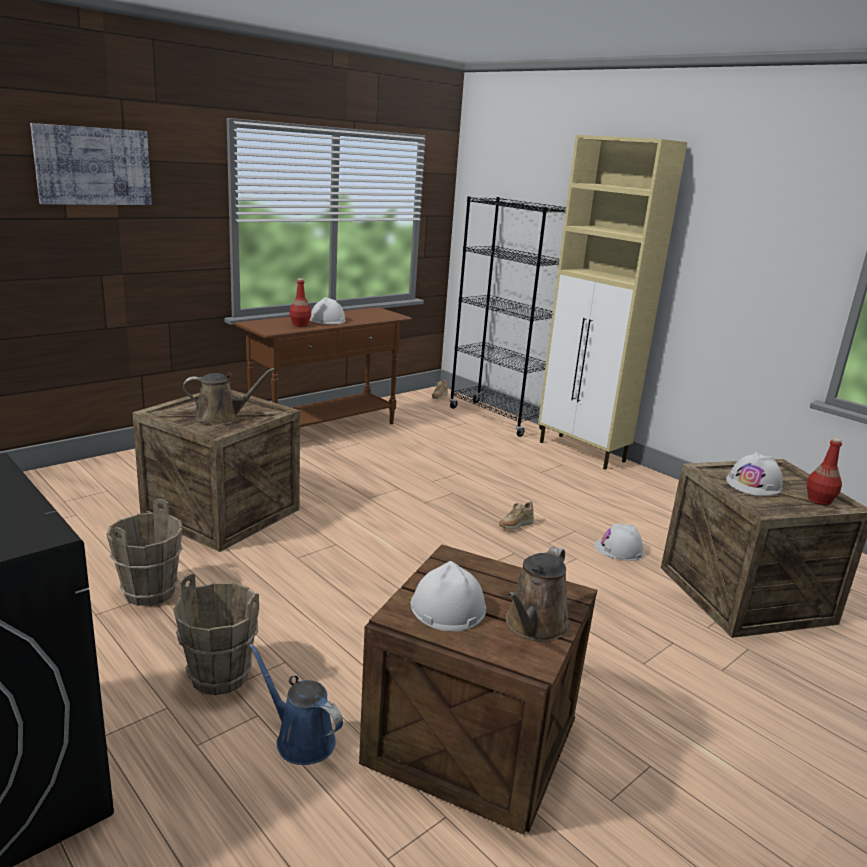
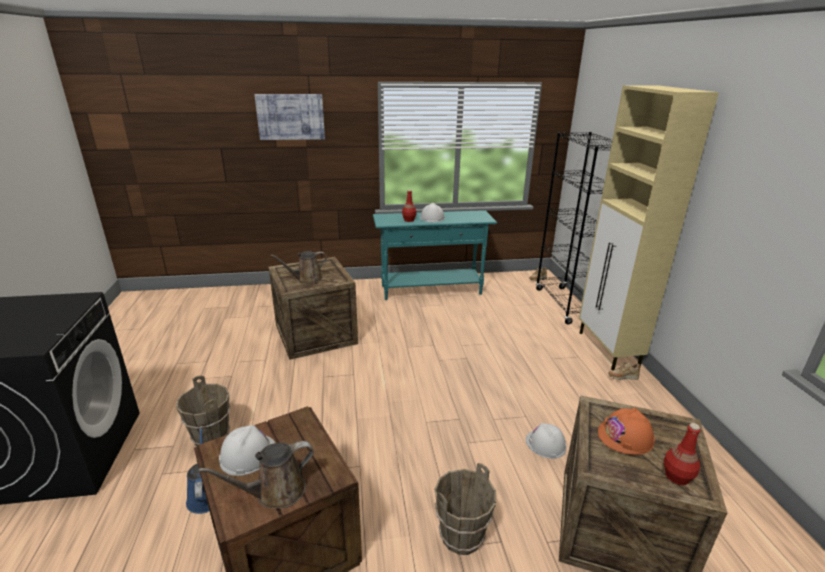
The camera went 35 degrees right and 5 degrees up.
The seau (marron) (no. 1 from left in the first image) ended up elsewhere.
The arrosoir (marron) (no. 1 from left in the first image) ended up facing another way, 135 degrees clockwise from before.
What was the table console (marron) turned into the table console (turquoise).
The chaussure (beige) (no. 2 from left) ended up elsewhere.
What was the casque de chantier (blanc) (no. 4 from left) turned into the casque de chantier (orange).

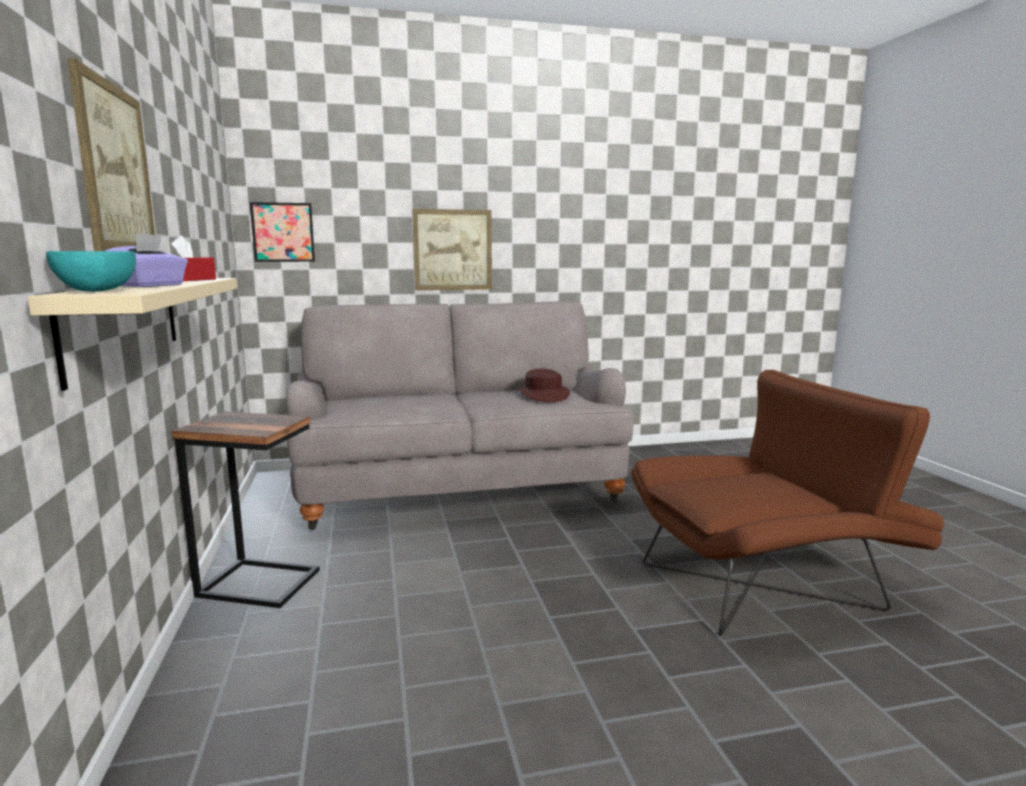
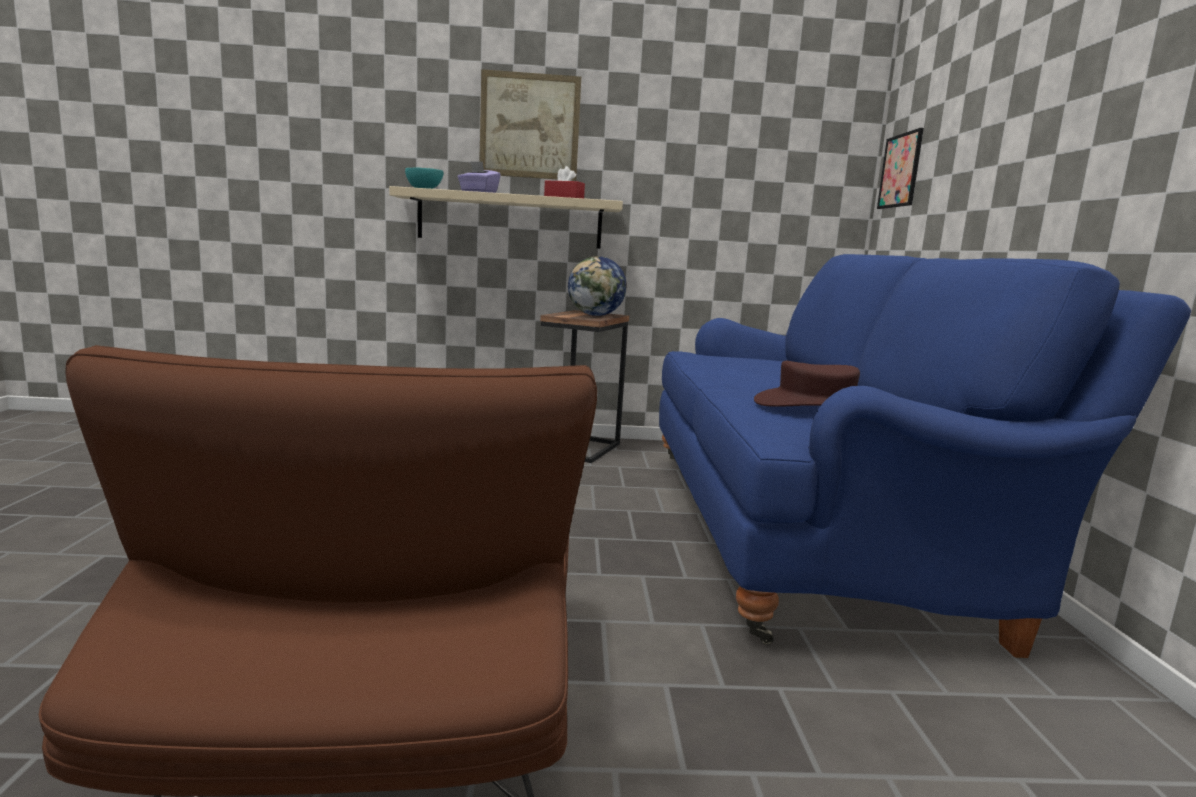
The camera went 100 degrees right and 0 degrees up.
What was the canapé (gris) turned into the canapé (bleu).
The second view lost the tableau (no. 3 from left).
The second view gained the globe.

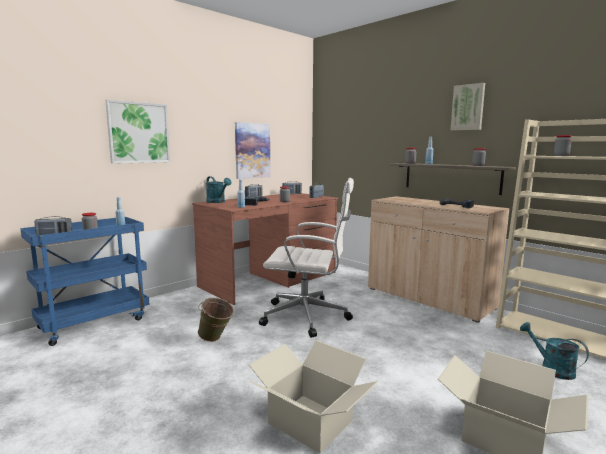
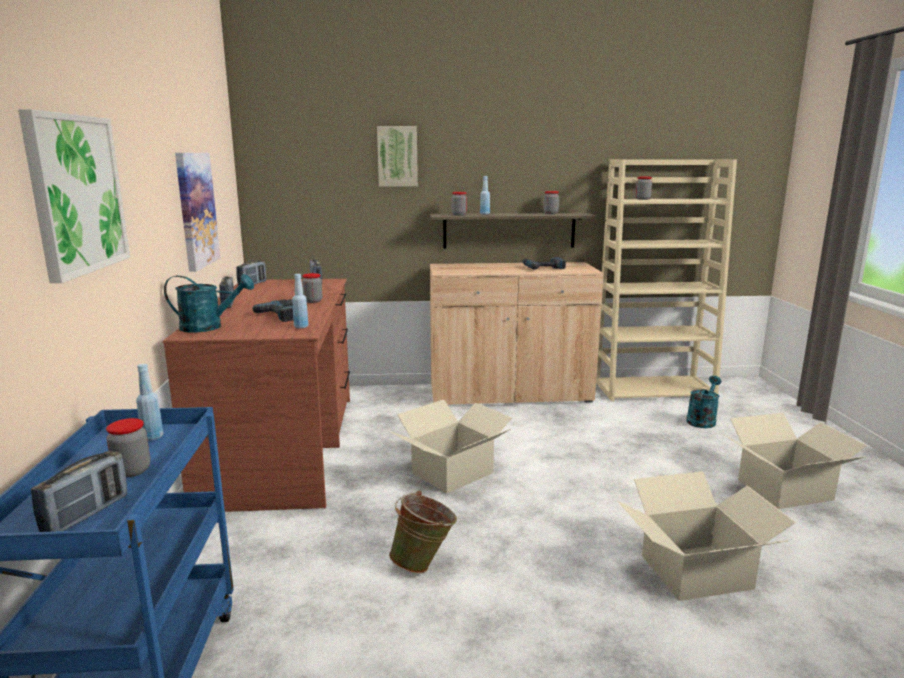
The camera went 50 degrees left and 5 degrees up.
Where the chaise de bureau (blanc) stood, the carton (no. 1 from left) came to stand.
The tableau (no. 3 from left) ended up elsewhere.
The arrosoir (turquoise) (no. 2 from left) ended up facing another way, 120 degrees clockwise from before.

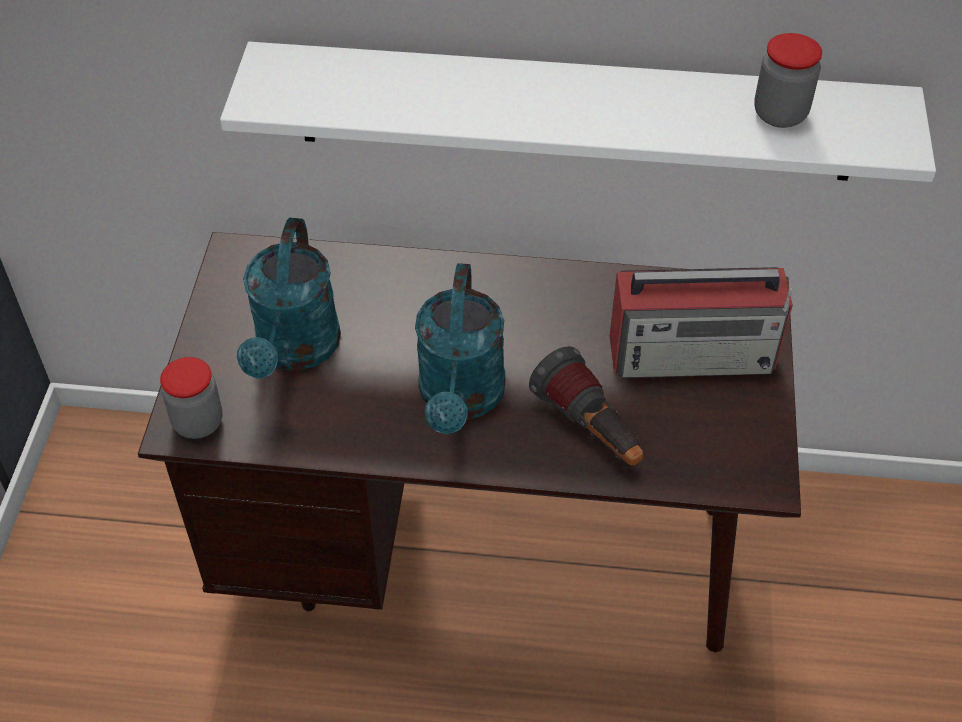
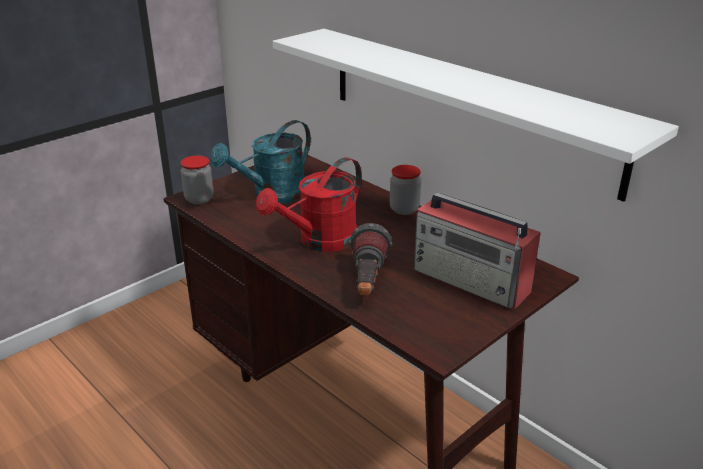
The camera went 40 degrees right and 20 degrees down.
What was the arrosoir (turquoise) (no. 2 from left) turned into the arrosoir (rouge).
The bocal (no. 2 from left) ended up elsewhere.

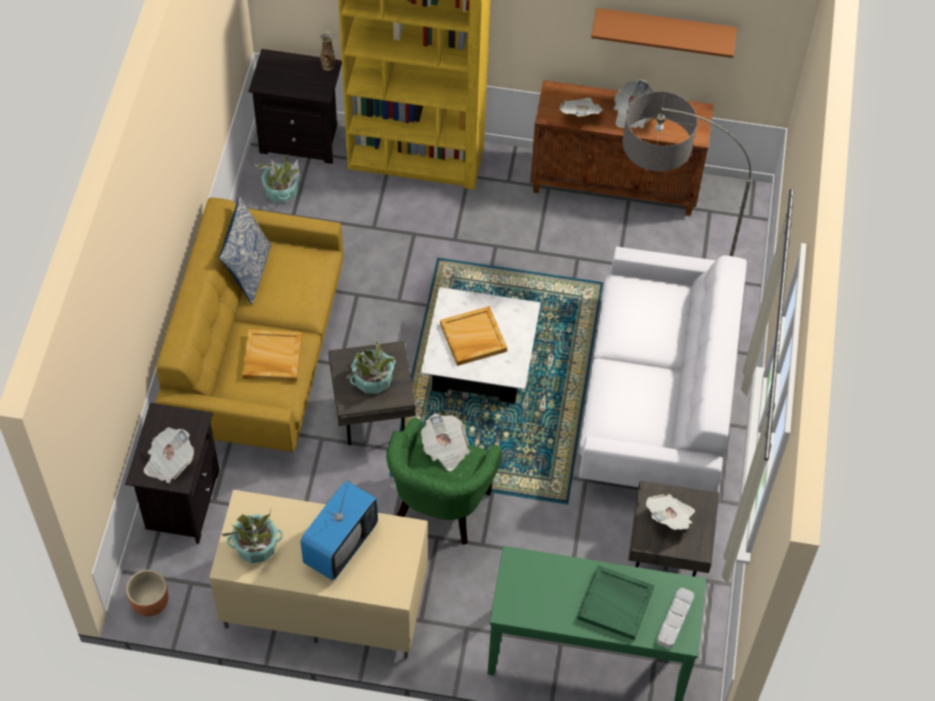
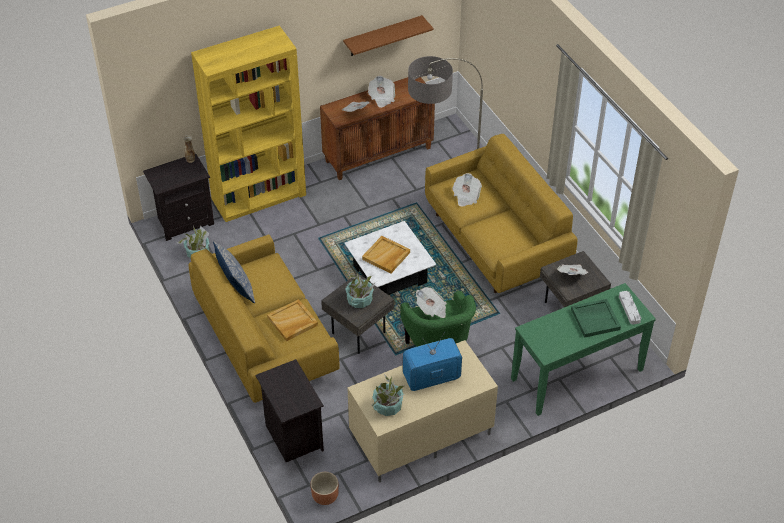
The camera went 35 degrees left and 10 degrees down.
The journal (no. 1 from left in the first image) ended up elsewhere.
The téléviseur ended up facing another way, 105 degrees counterclockwise from before.
What was the canapé (blanc) turned into the canapé (jaune) (no. 2 from left).

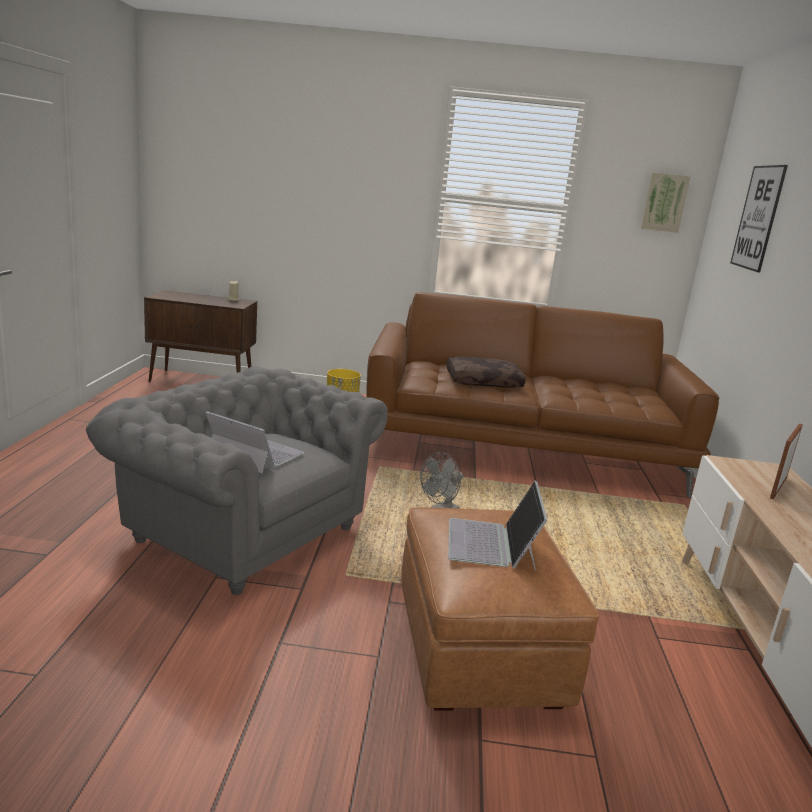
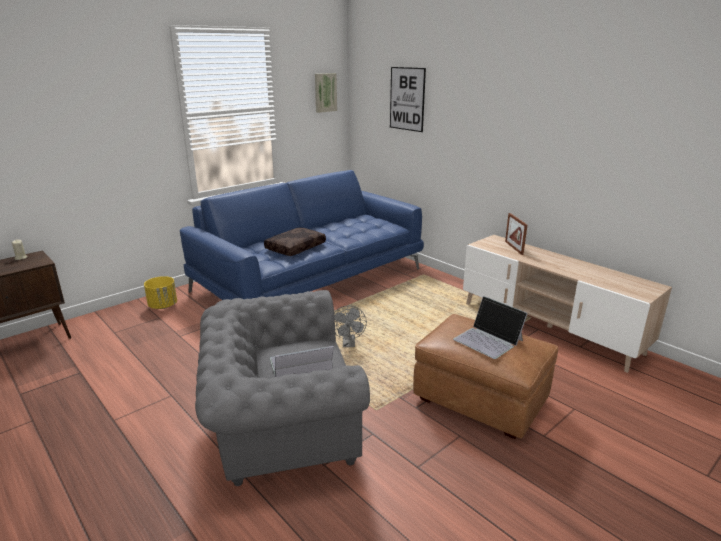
The camera went 45 degrees left and 5 degrees up.
What was the canapé (marron) turned into the canapé (bleu).

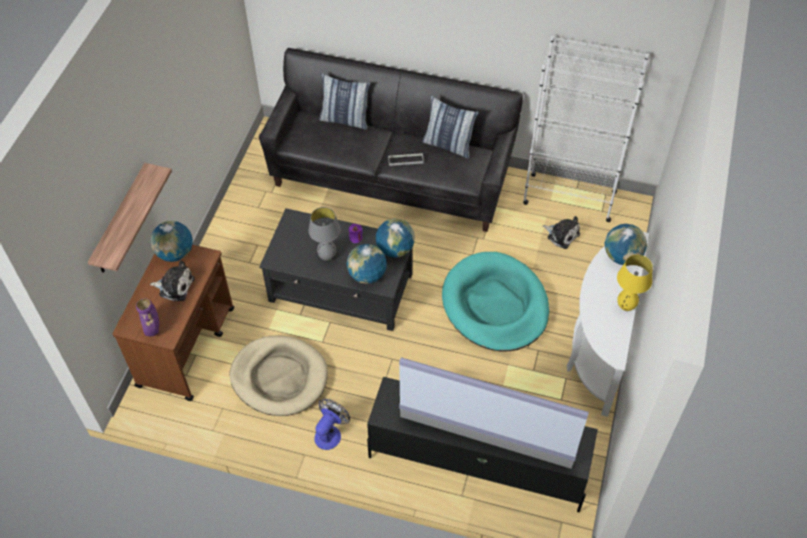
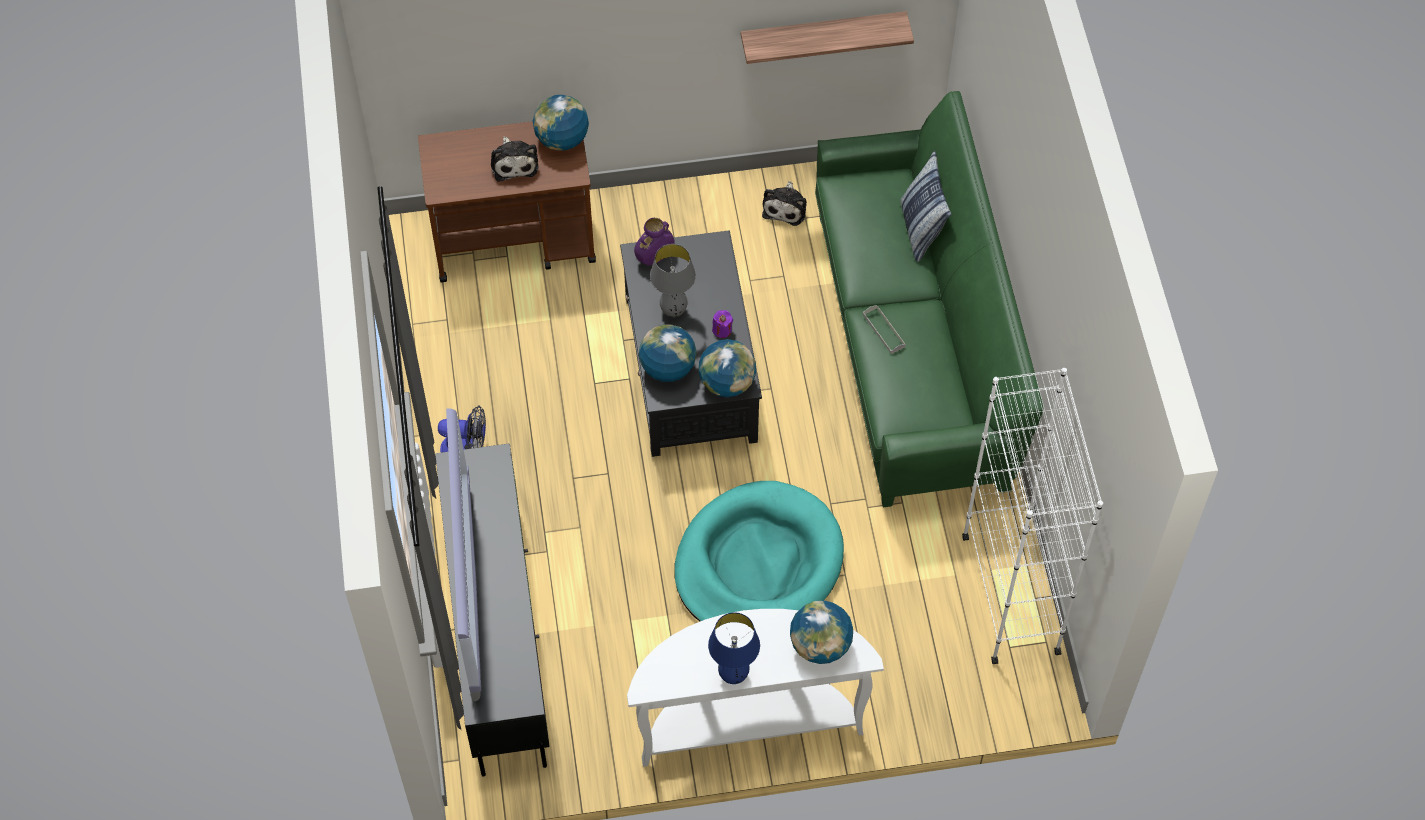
The camera went 65 degrees right and 5 degrees up.
The étagère ended up elsewhere.
The vase (violet) ended up elsewhere.
The second view lost the panier pour chien (beige).
What was the canapé (noir) turned into the canapé (vert).
The second view lost the coussin (no. 2 from left).
The peluche (no. 2 from left) ended up elsewhere.
What was the lampe de table (jaune) turned into the lampe de table (bleu).

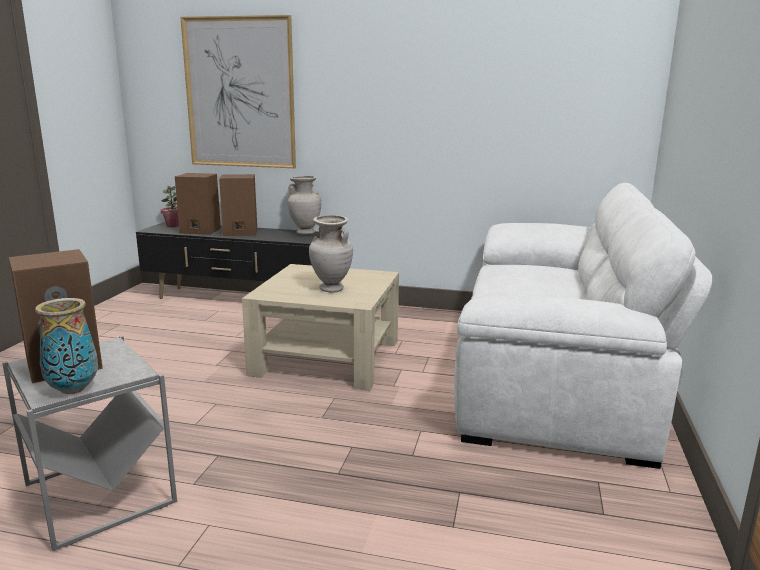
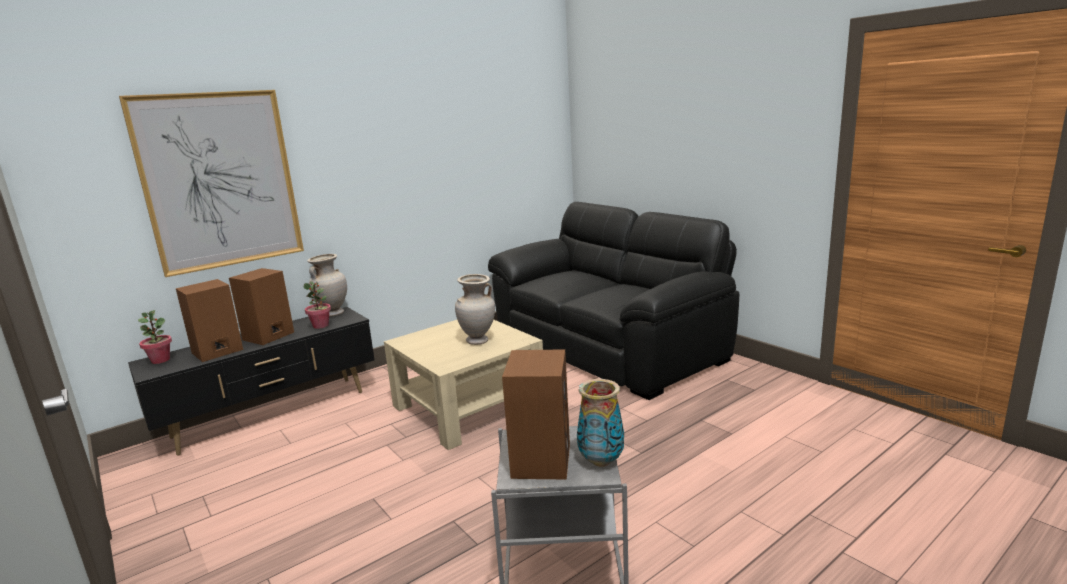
The camera went 50 degrees left and 0 degrees up.
What was the canapé (blanc) turned into the canapé (noir).
The second view gained the plante en pot (no. 2 from left).

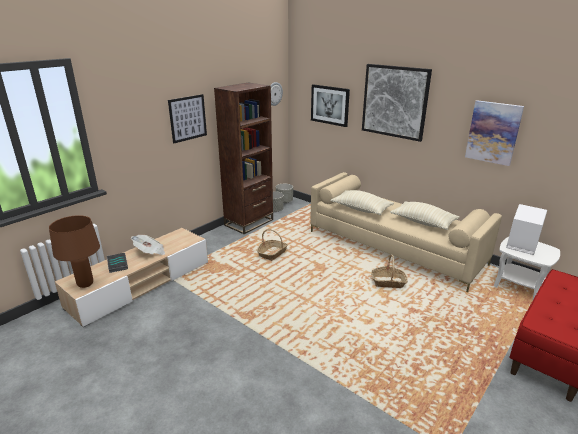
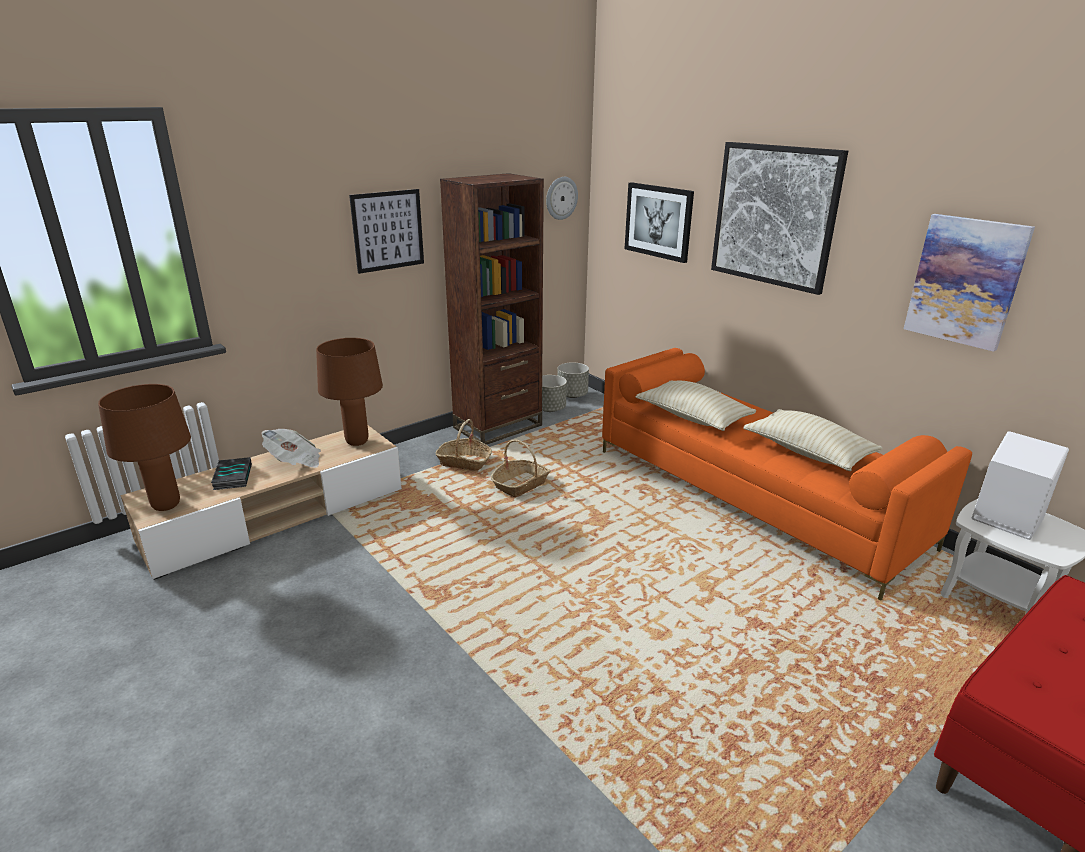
The camera went 10 degrees right and 0 degrees up.
What was the canapé (beige) turned into the canapé (orange).
The panier (no. 2 from left in the first image) ended up elsewhere.
The second view gained the lampe de table (marron) (no. 2 from left).

